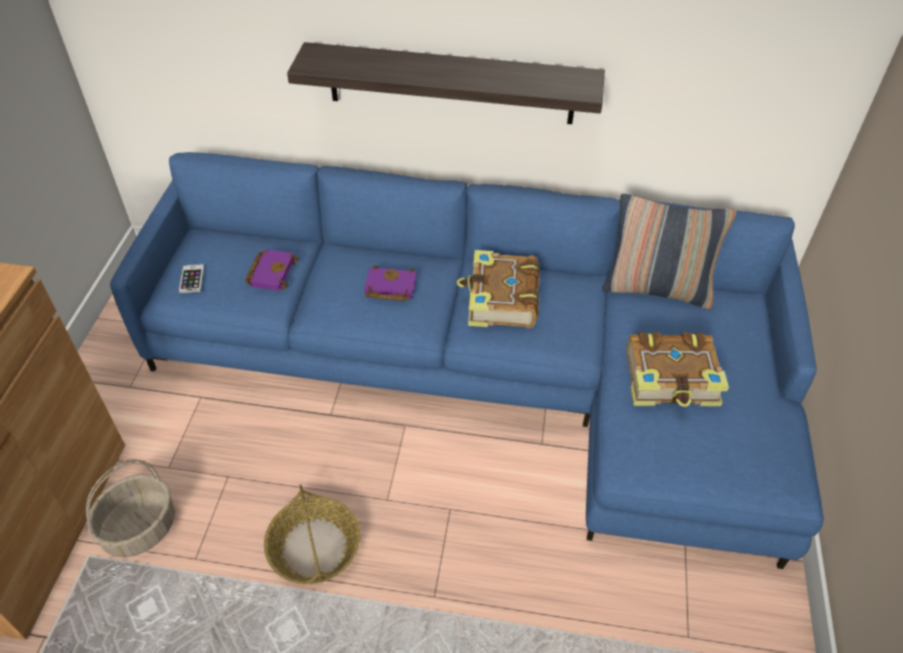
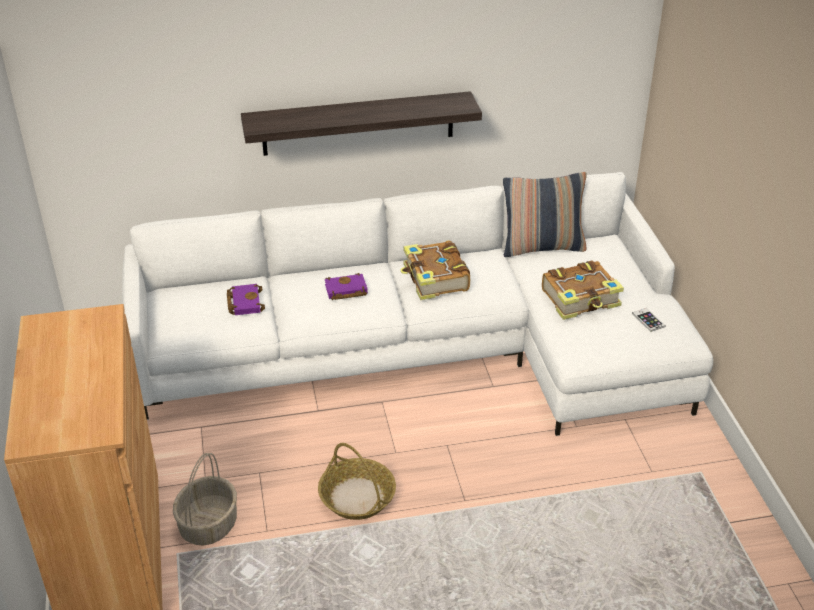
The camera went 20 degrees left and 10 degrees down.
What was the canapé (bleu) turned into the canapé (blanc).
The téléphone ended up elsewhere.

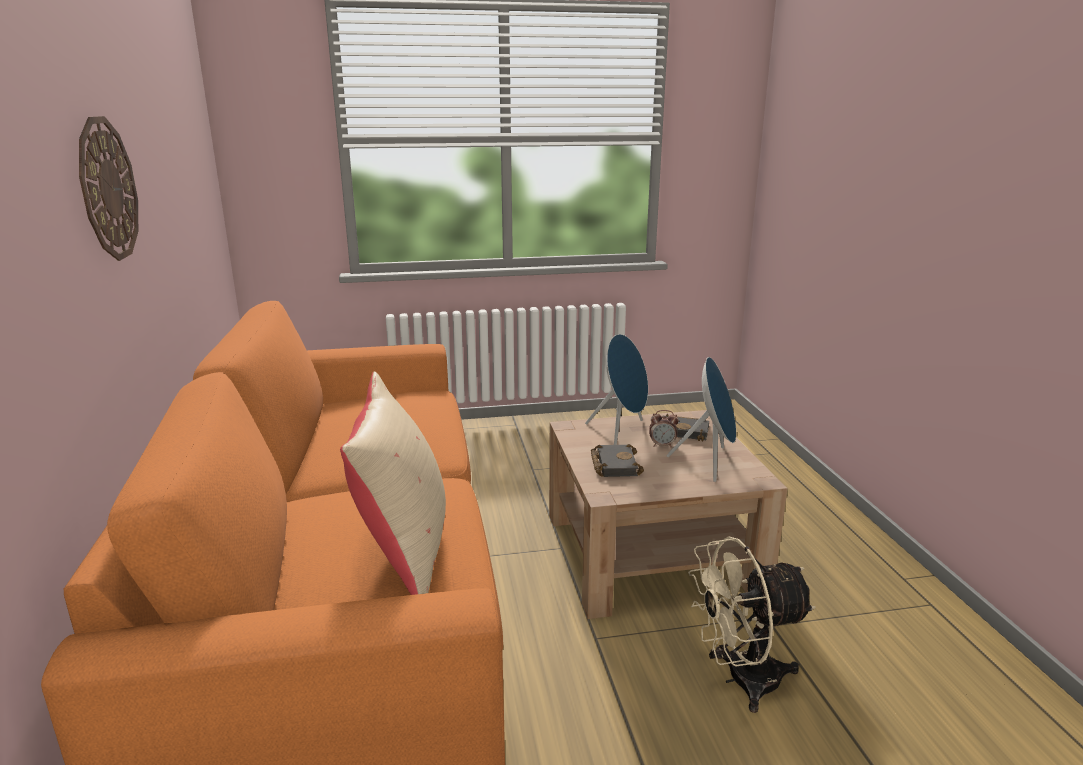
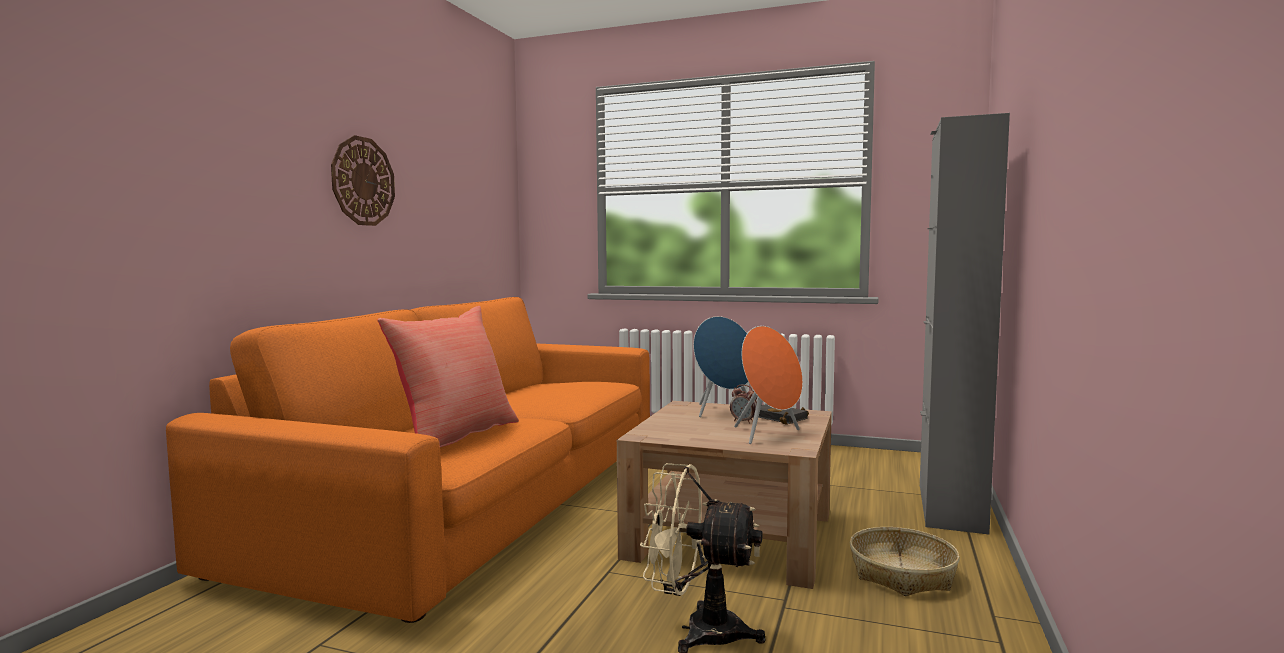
The camera went 30 degrees right and 15 degrees down.
What was the coussin (beige) turned into the coussin (rouge).
The second view lost the livre (noir) (no. 1 from left).
What was the enceinte (bleu) (no. 2 from left) turned into the enceinte (orange).
The second view gained the panier.
The second view gained the meuble de rangement (gris).

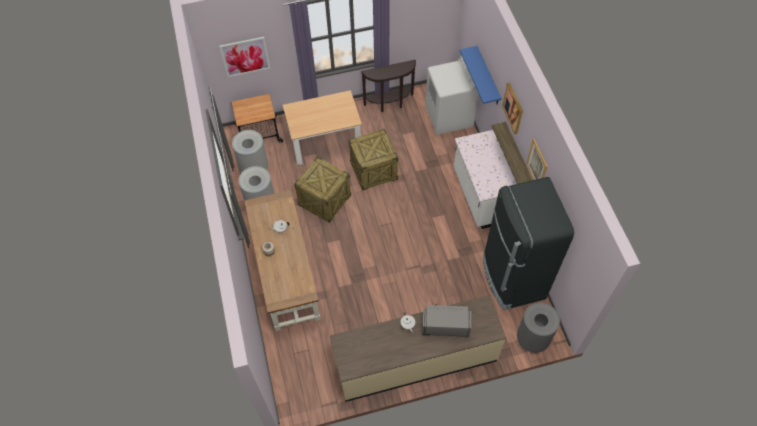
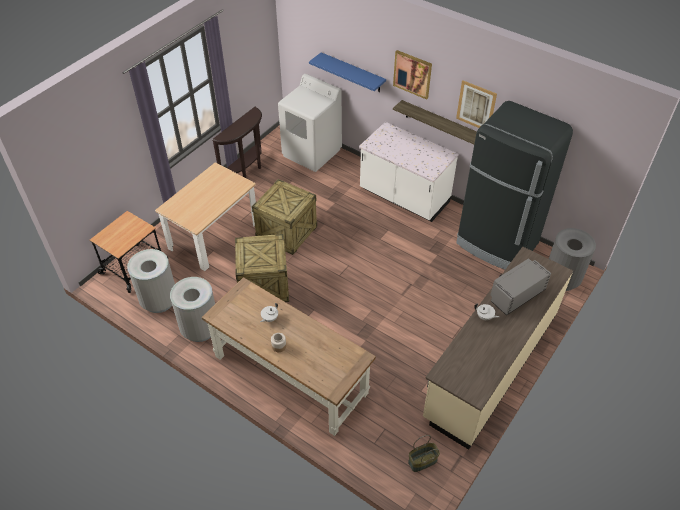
The camera went 40 degrees left and 10 degrees down.
The second view lost the tableau (no. 1 from left).
The second view gained the panier.

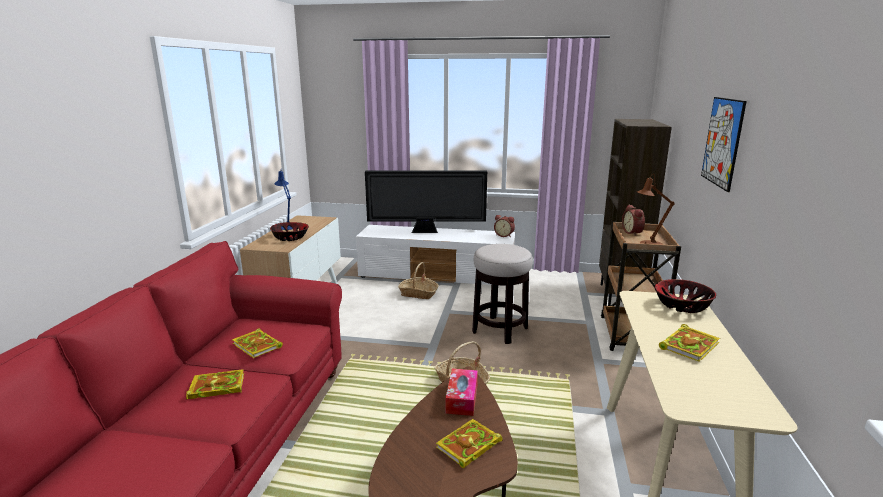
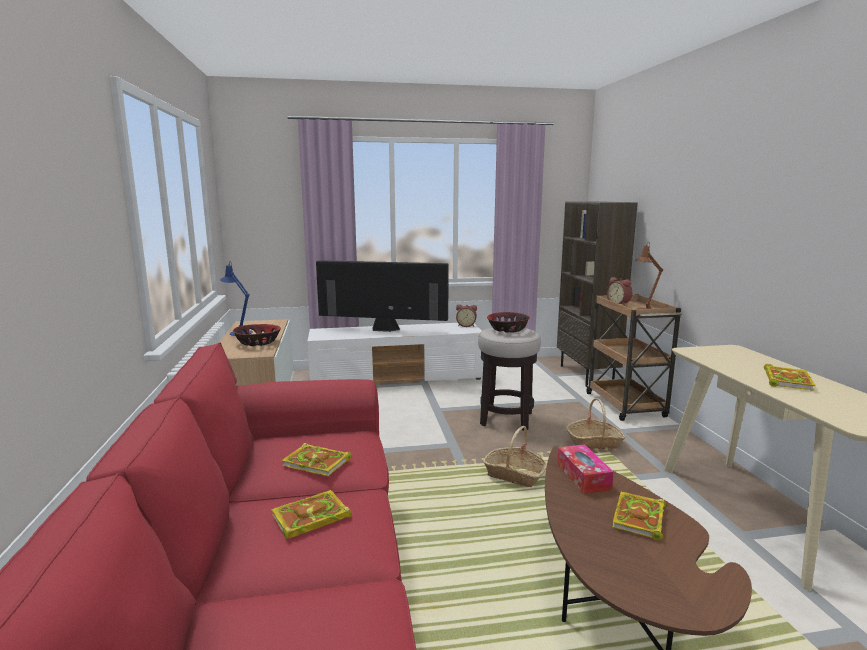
The camera went 20 degrees left and 5 degrees down.
The téléviseur ended up facing another way, 150 degrees counterclockwise from before.
The panier (no. 1 from left in the first image) ended up elsewhere.
The bol (no. 2 from left) ended up elsewhere.
The second view lost the tableau.

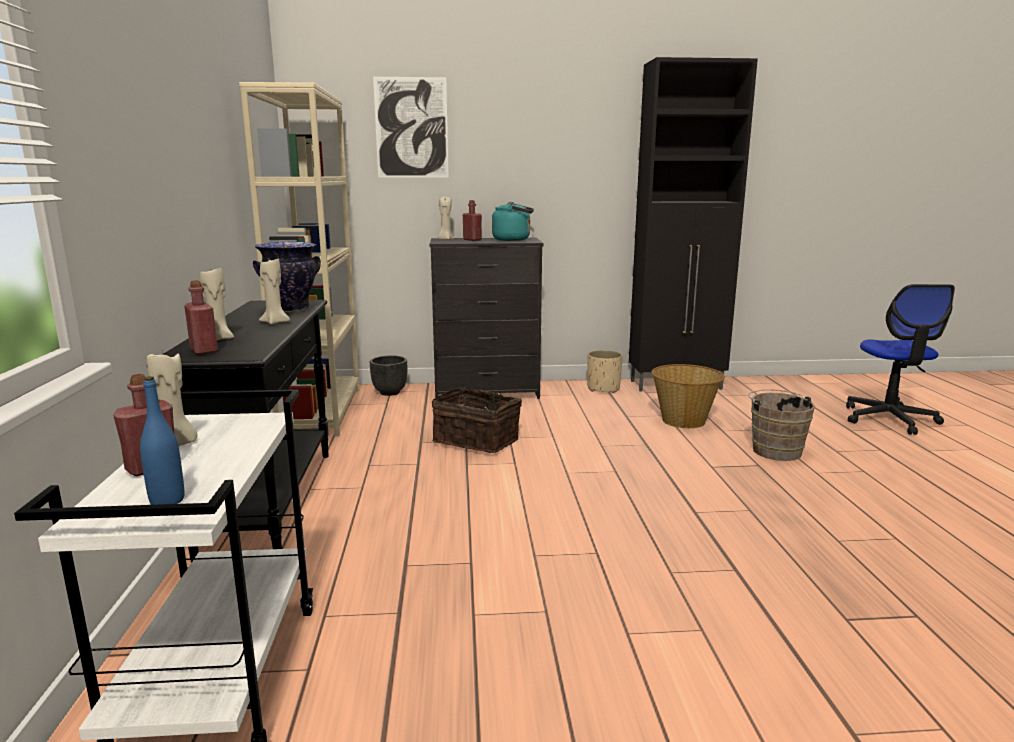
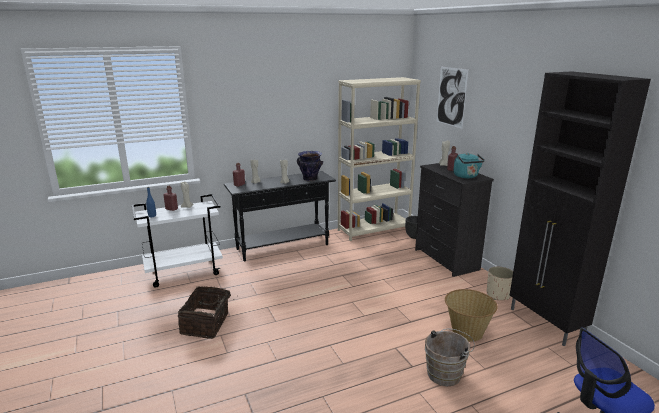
The camera went 70 degrees right and 5 degrees up.
The panier (no. 1 from left) ended up elsewhere.

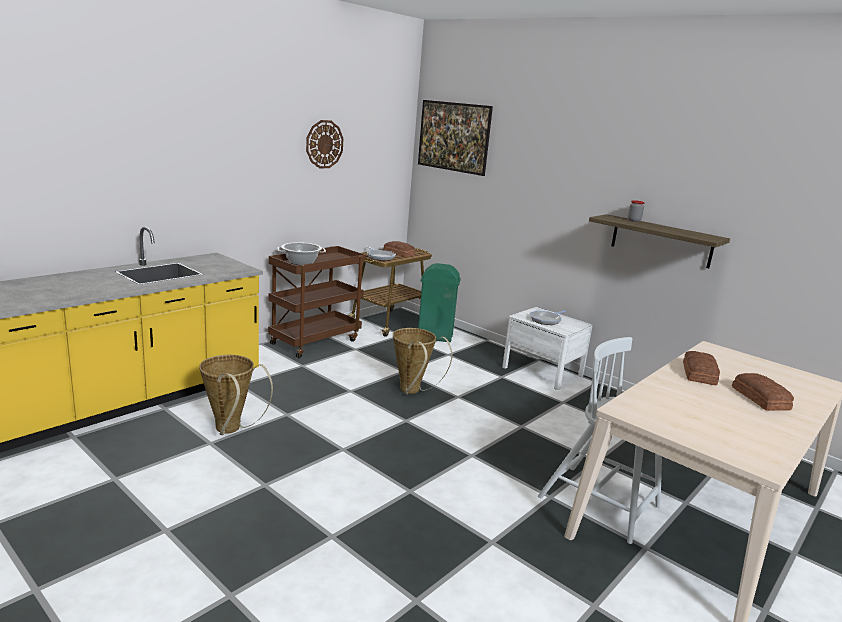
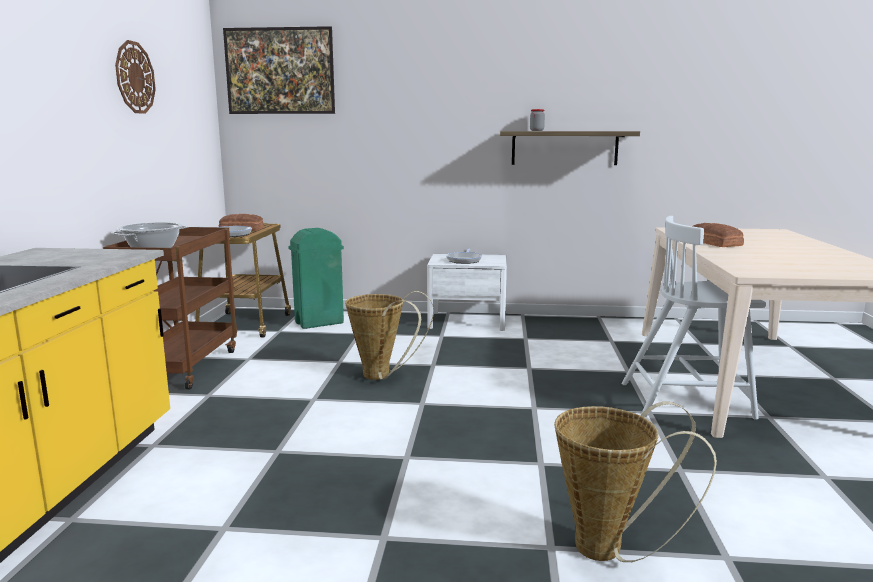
The camera went 35 degrees left and 5 degrees down.
The panier (no. 1 from left in the first image) ended up elsewhere.
The second view lost the pain (no. 3 from left).

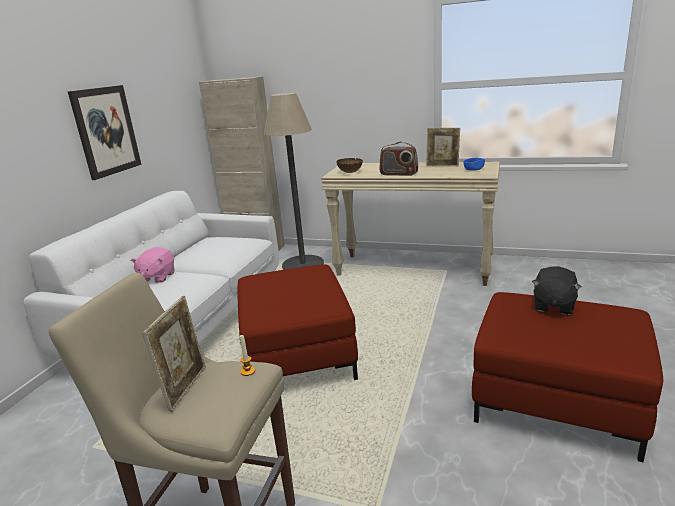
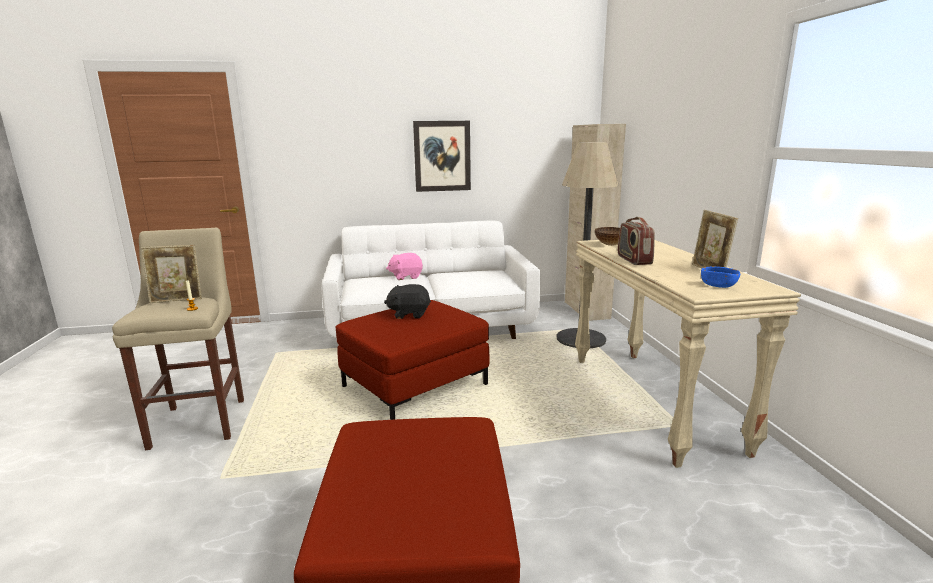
The camera went 60 degrees right and 5 degrees down.
The peluche (noir) ended up elsewhere.

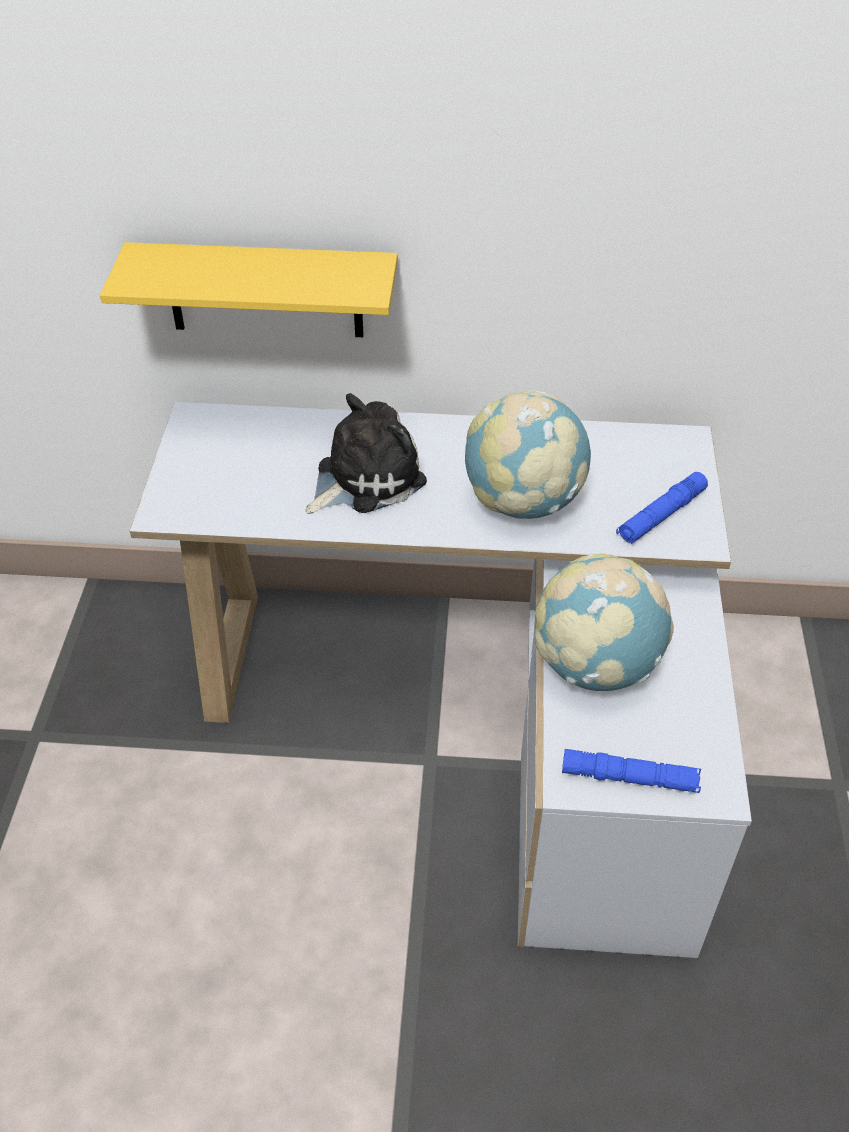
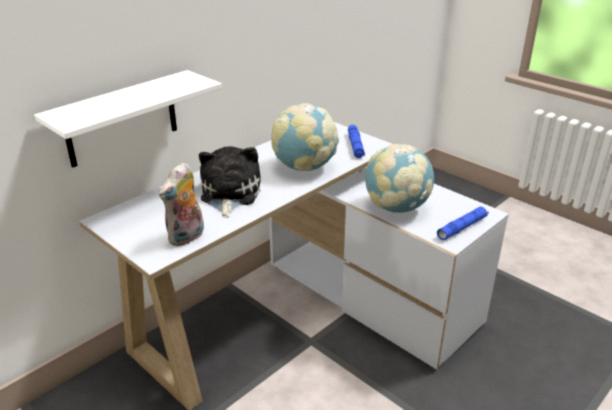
The camera went 50 degrees left and 15 degrees down.
What was the étagère (jaune) turned into the étagère (blanc).
The second view gained the peluche (no. 1 from left).

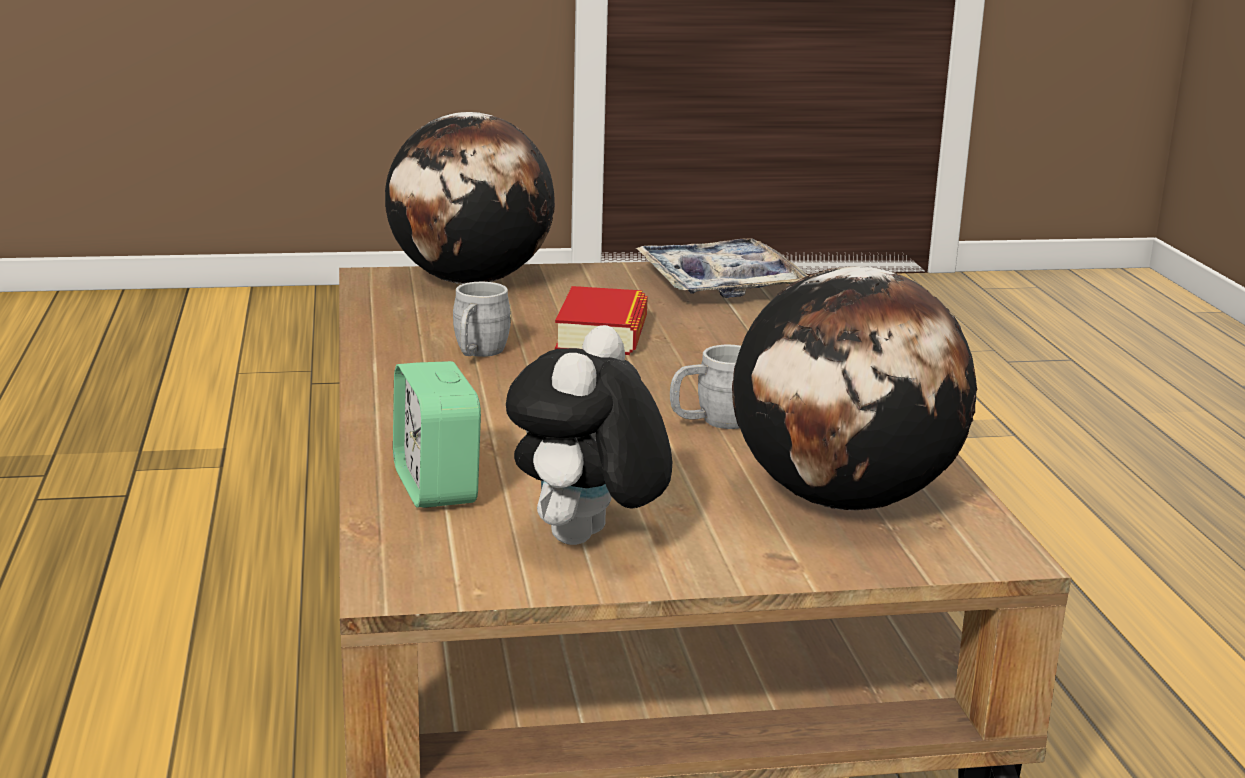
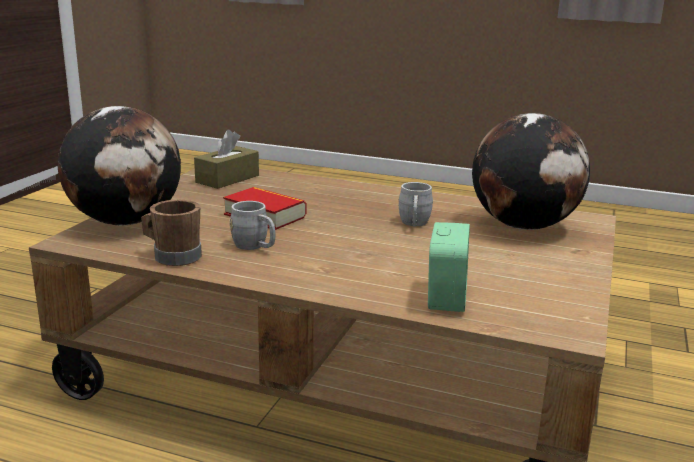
The camera went 60 degrees left and 0 degrees up.
The réveil ended up facing another way, 90 degrees counterclockwise from before.
The second view lost the peluche.
Where the plateau stood, the boîte à mouchoirs (marron) came to stand.
The second view gained the mug (marron).

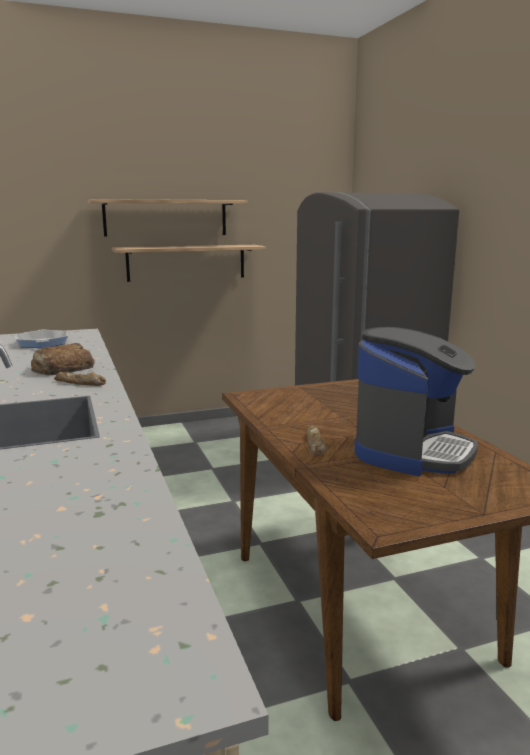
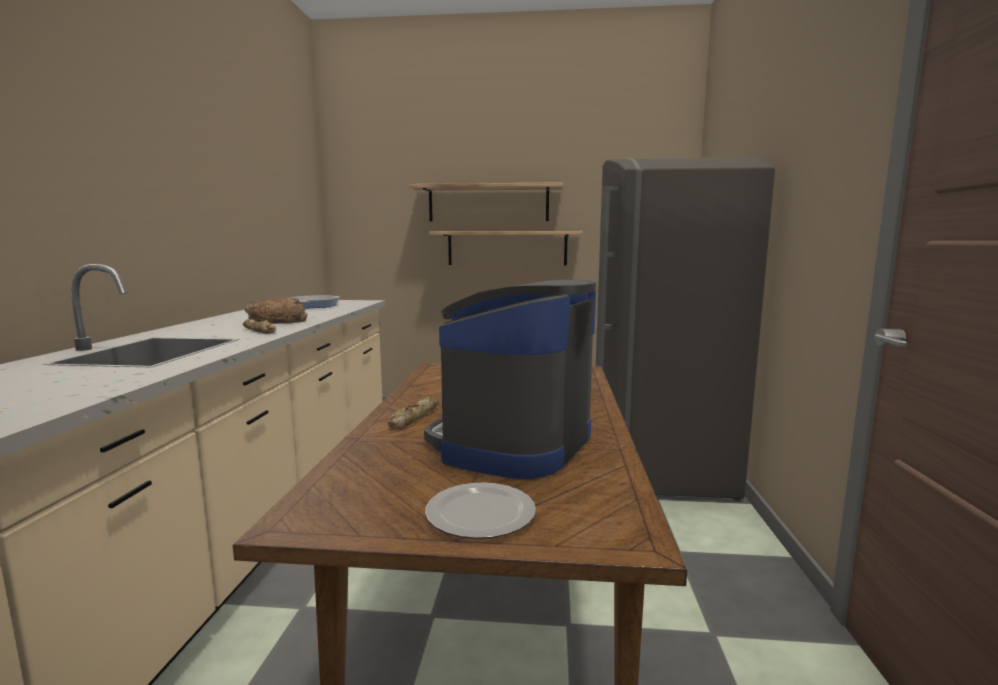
The camera went 25 degrees right and 5 degrees down.
The machine à café ended up facing another way, 150 degrees clockwise from before.
The second view gained the assiette.

